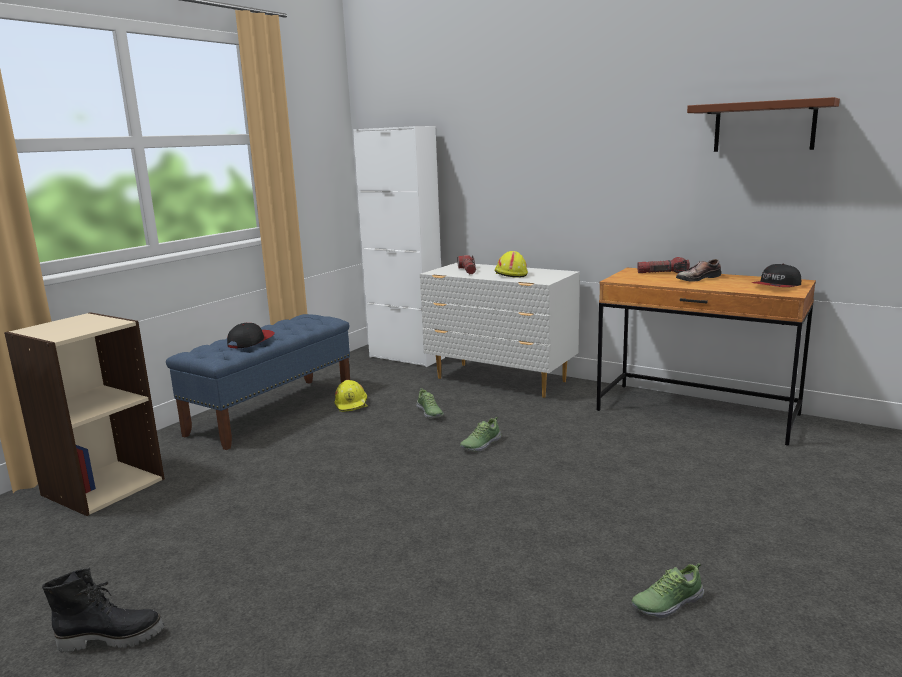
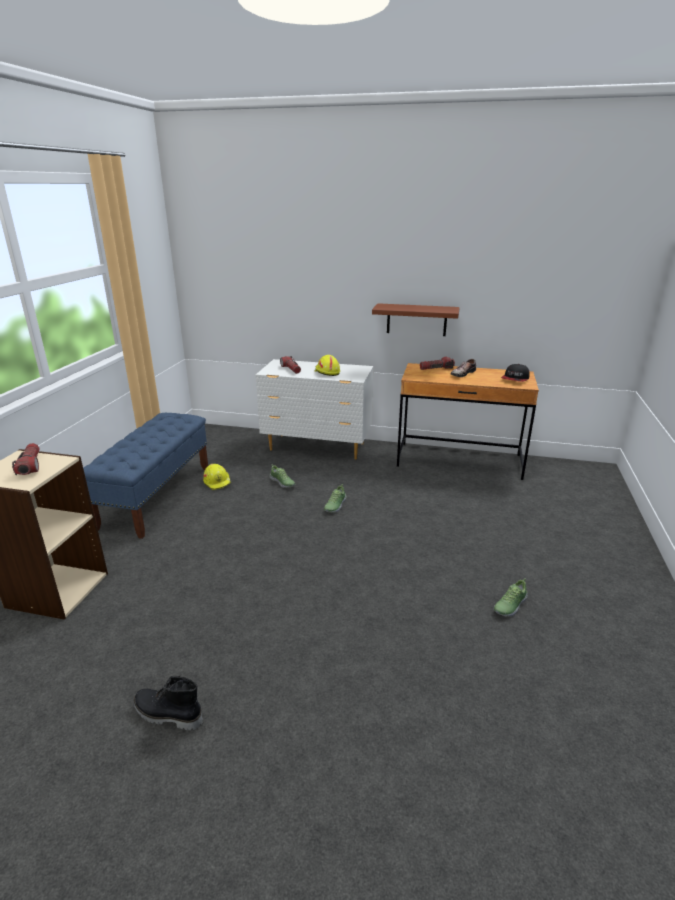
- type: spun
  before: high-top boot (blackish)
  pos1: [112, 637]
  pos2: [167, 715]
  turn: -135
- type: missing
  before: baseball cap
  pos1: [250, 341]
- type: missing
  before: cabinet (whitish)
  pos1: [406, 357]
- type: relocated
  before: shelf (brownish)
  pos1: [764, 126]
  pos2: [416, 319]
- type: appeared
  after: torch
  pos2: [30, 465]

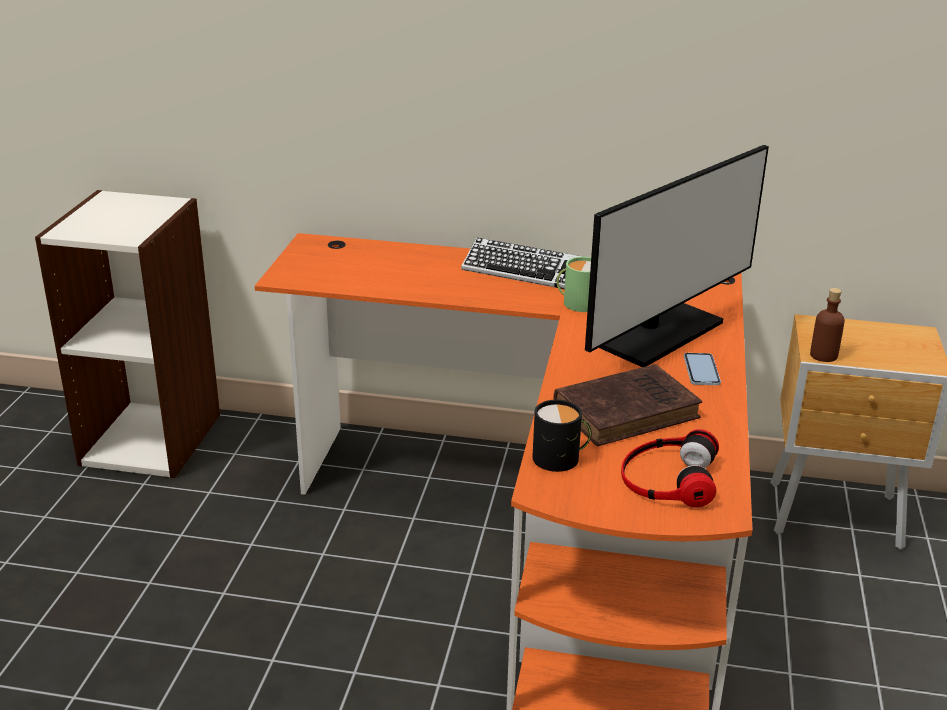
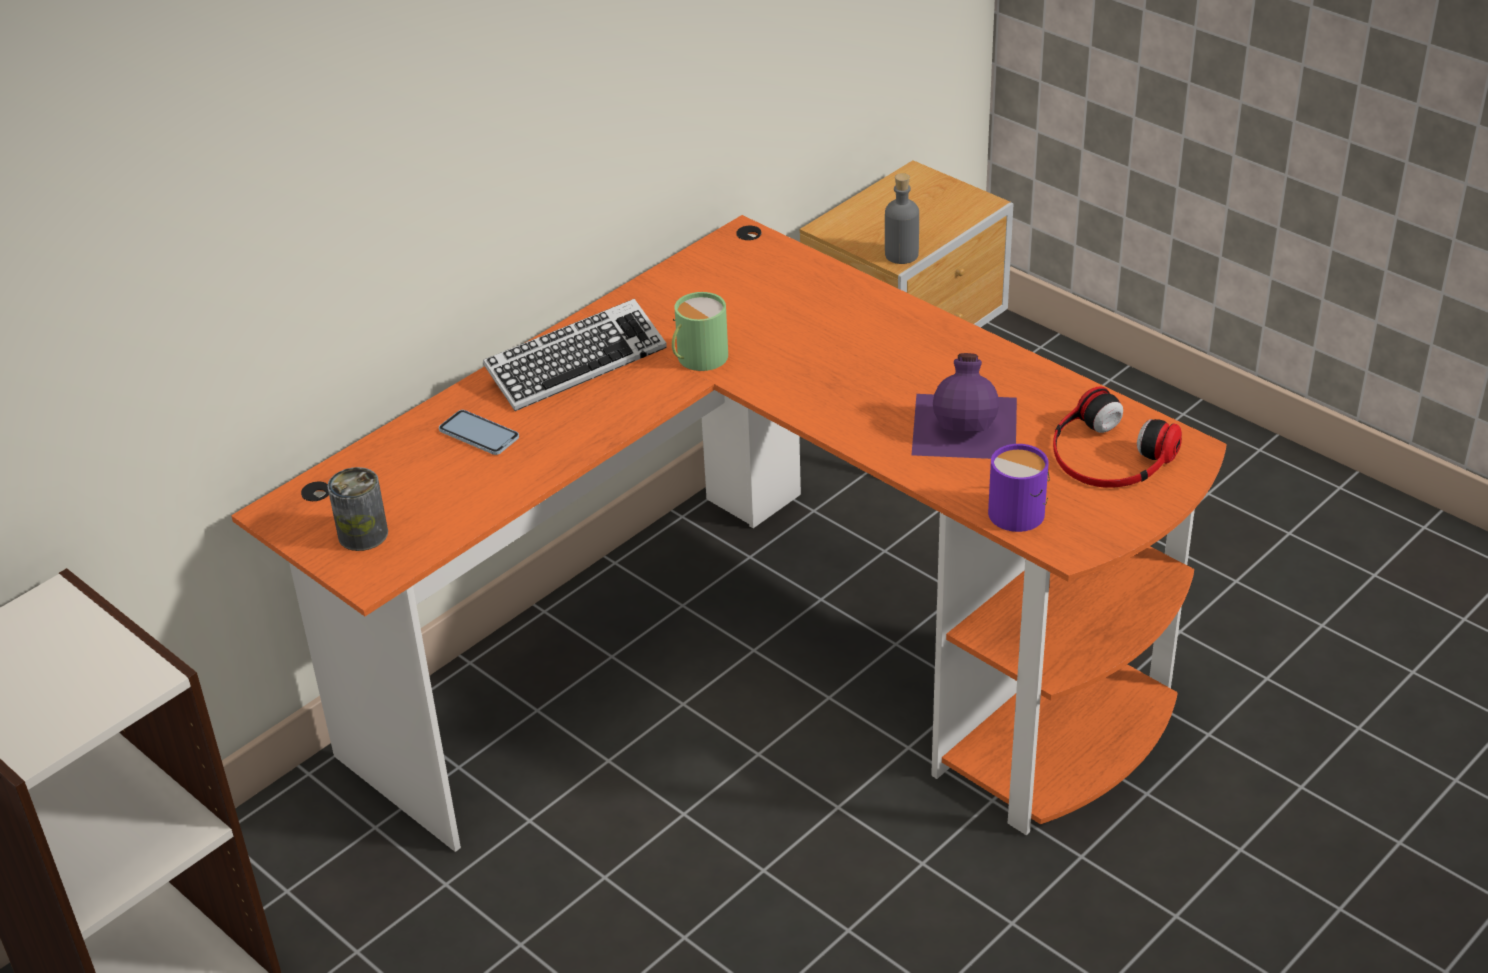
- type: colour
  before: mug (blackish)
  after: mug (purplish)
  pos1: [561, 458]
  pos2: [1020, 509]
- type: exchanged
  before: bound book (brownish)
  after: drink bottle (purplish)
  pos1: [629, 411]
  pos2: [966, 425]
- type: missing
  before: monitor
  pos1: [659, 334]
- type: relocated
  before: phone
  pos1: [701, 370]
  pos2: [479, 434]
- type: colour
  before: drink bottle (brownish)
  after: drink bottle (grey)
  pos1: [823, 355]
  pos2: [901, 255]
- type: appeared
  after: sealed can
  pos2: [363, 534]

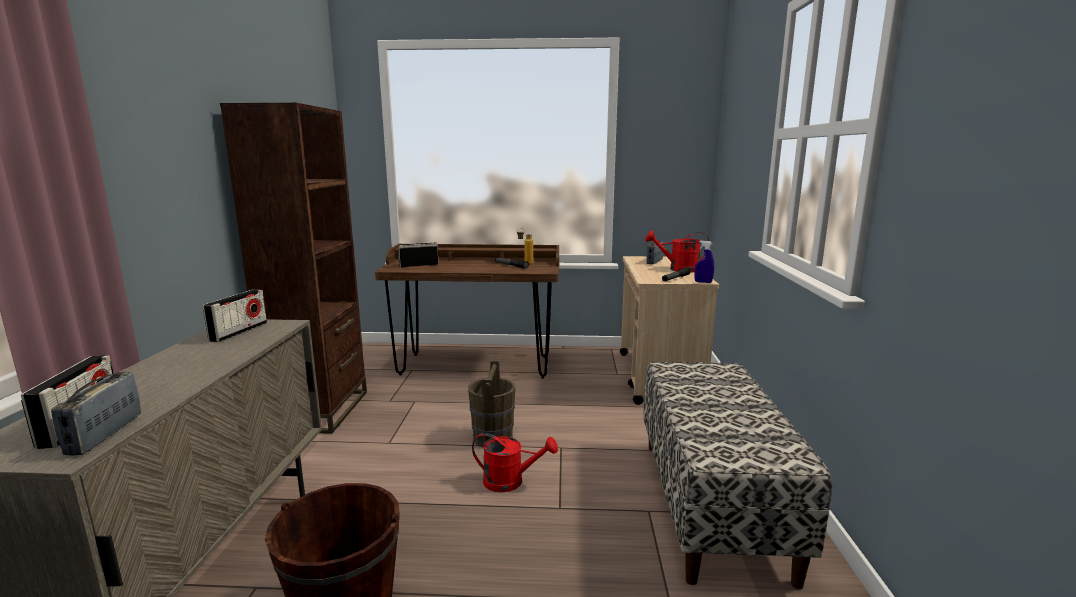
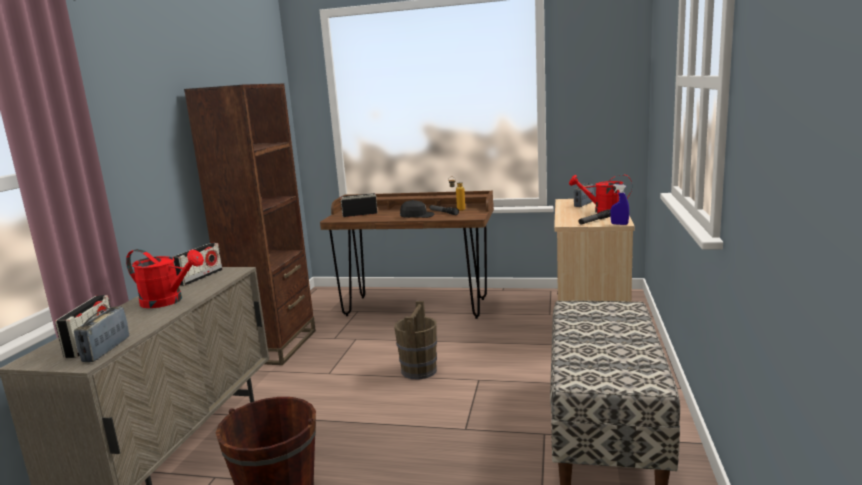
- type: relocated
  before: sprinkling can (red-coloured)
  pos1: [510, 481]
  pos2: [168, 301]
- type: appeared
  after: baseball cap (blackish)
  pos2: [417, 216]

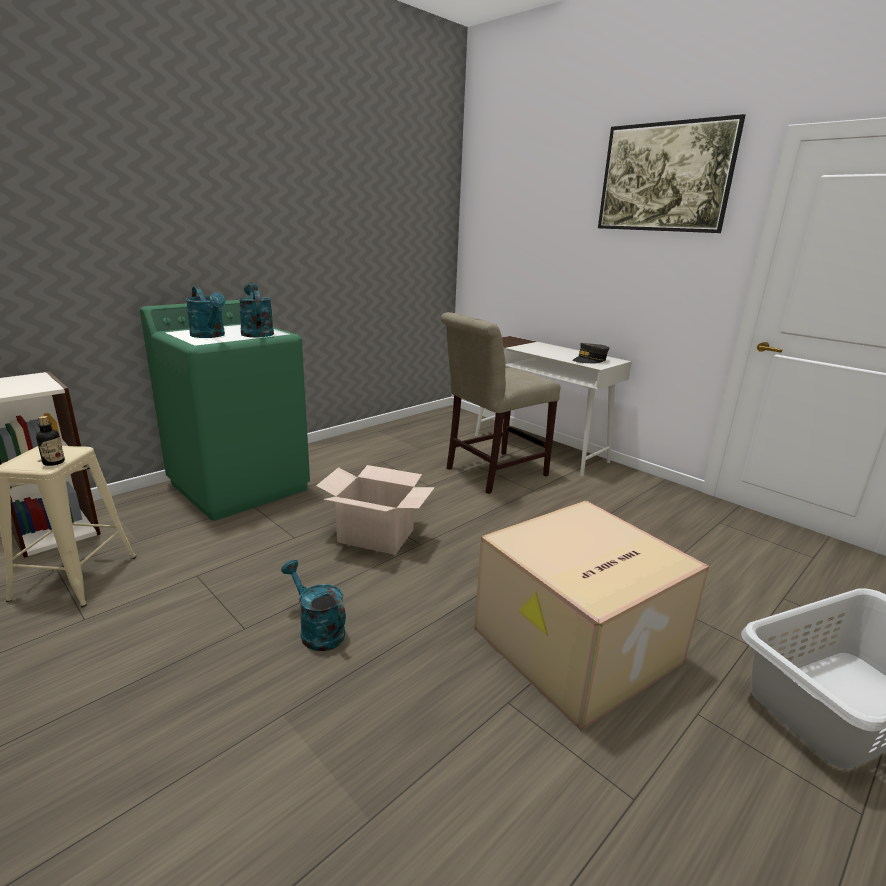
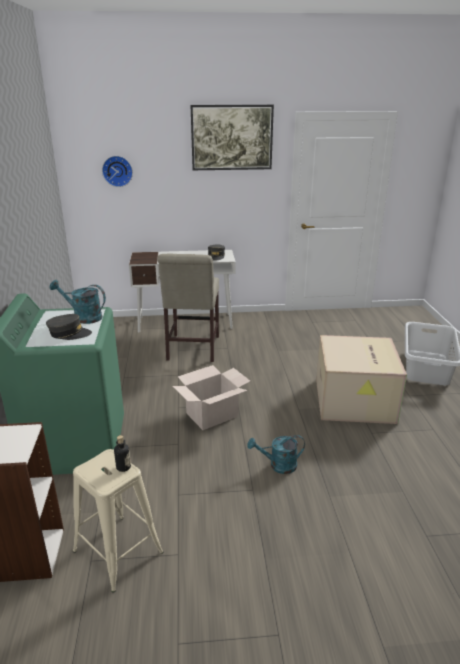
- type: exchanged
  before: sprinkling can (turquoise-coloured)
  after: baseball cap (grey)
  pos1: [210, 336]
  pos2: [69, 333]
- type: appeared
  after: clock on the wall
  pos2: [117, 171]

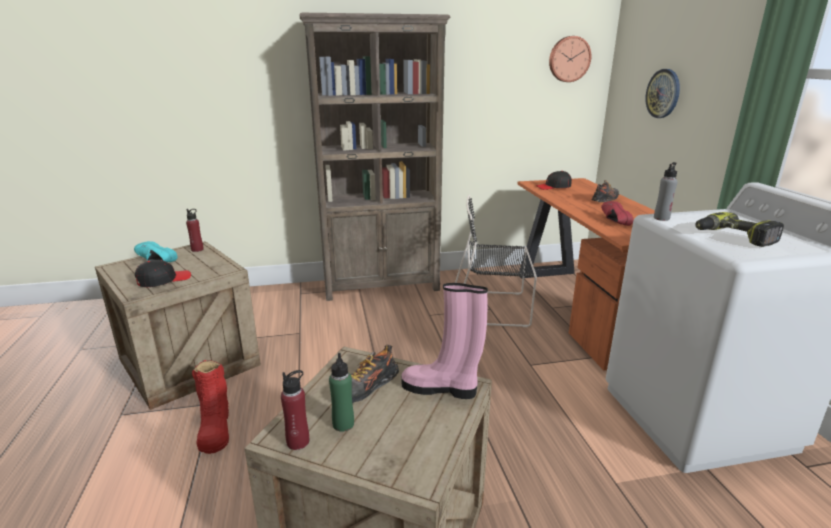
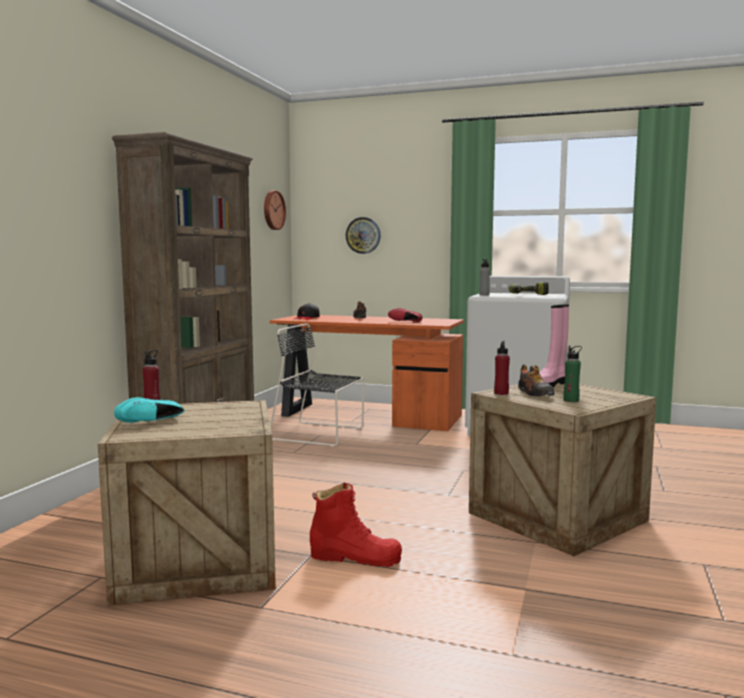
- type: missing
  before: baseball cap (blackish)
  pos1: [163, 280]
- type: relocated
  before: drink bottle (red-coloured)
  pos1: [298, 441]
  pos2: [501, 393]
- type: spun
  before: upright chair (blackish)
  pos1: [493, 308]
  pos2: [320, 434]
  turn: 75

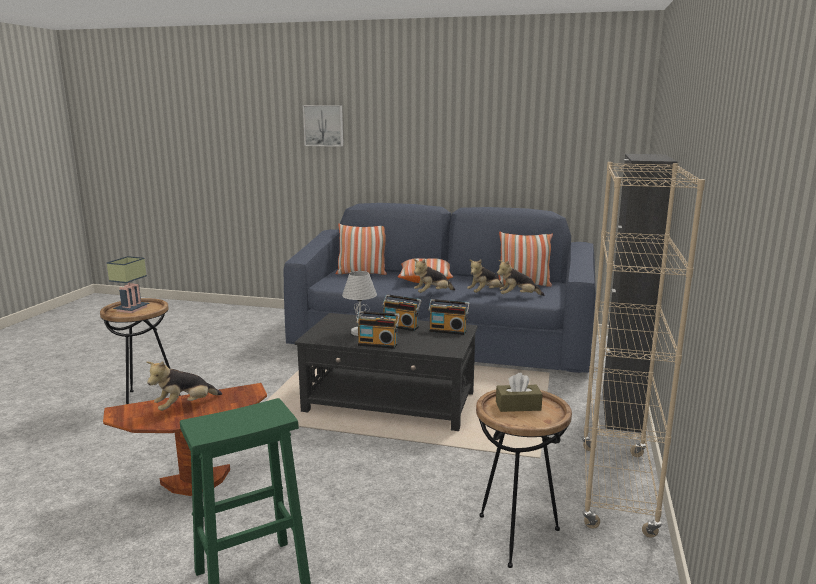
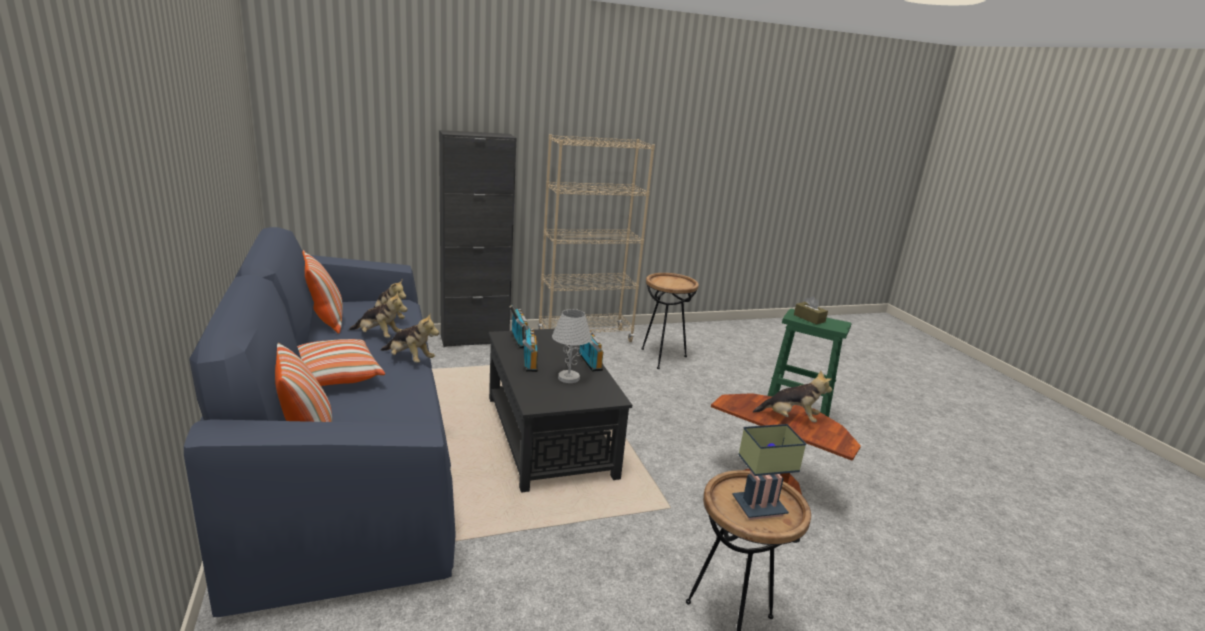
- type: missing
  before: wall picture
  pos1: [324, 125]
- type: relocated
  before: tissue box (brownish)
  pos1: [518, 406]
  pos2: [809, 318]

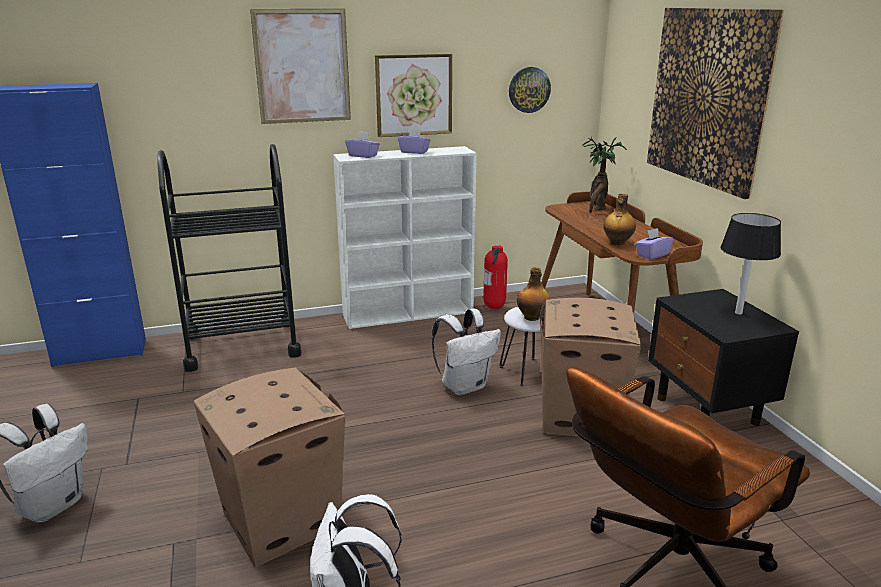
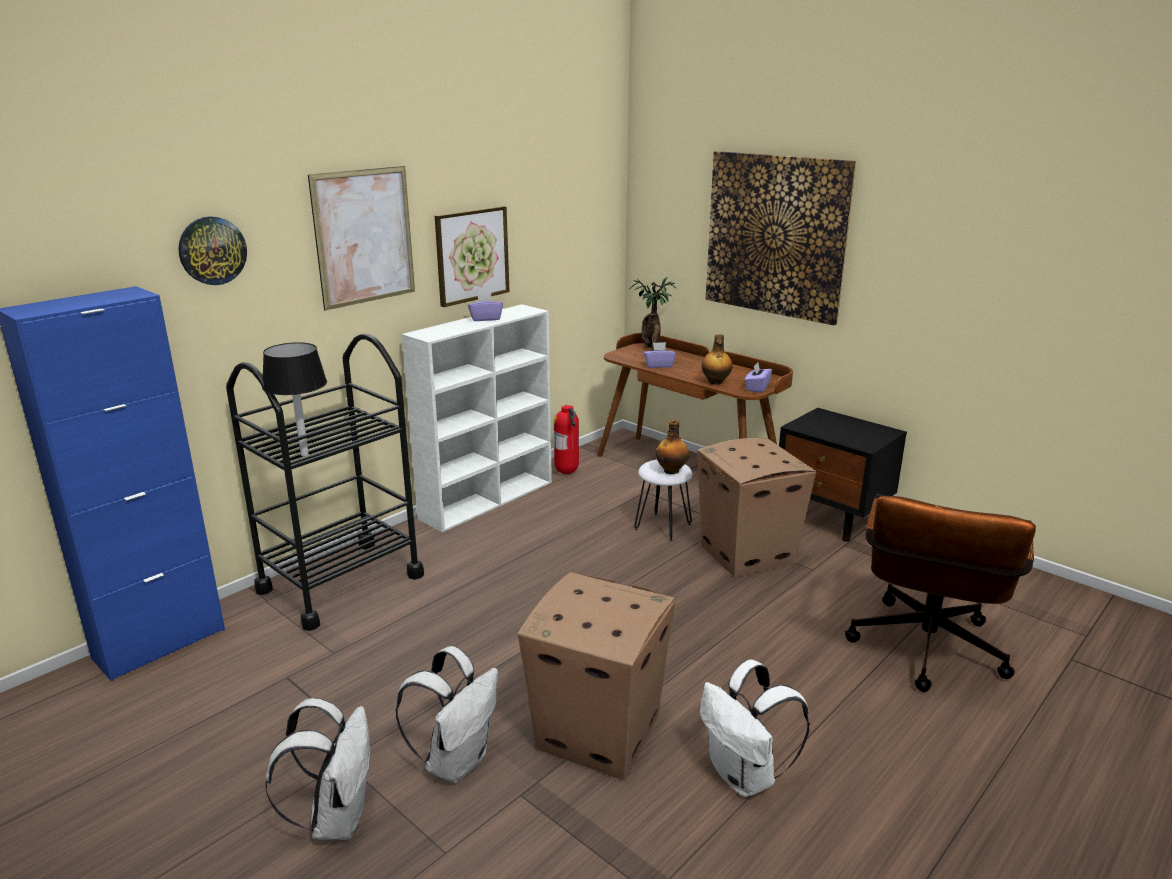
- type: relocated
  before: tissue box (purplish)
  pos1: [363, 155]
  pos2: [659, 365]
- type: relocated
  before: rucksack (whitish)
  pos1: [465, 386]
  pos2: [456, 761]
- type: relocated
  before: clock on the wall
  pos1: [529, 90]
  pos2: [212, 250]
- type: relocated
  before: table lamp (blackish)
  pos1: [738, 313]
  pos2: [304, 454]

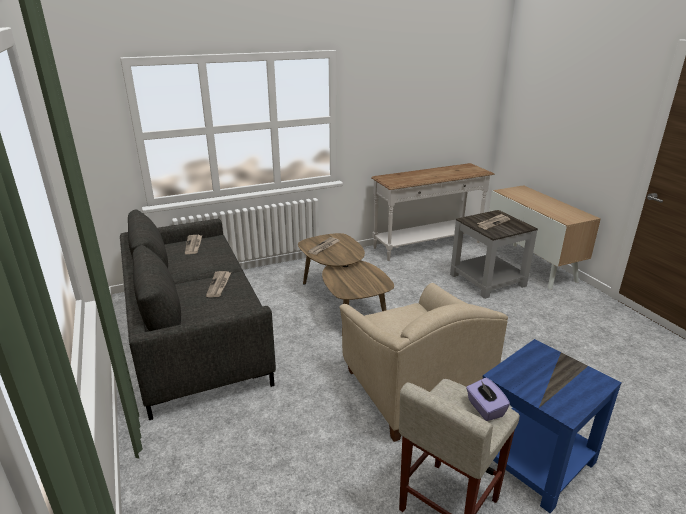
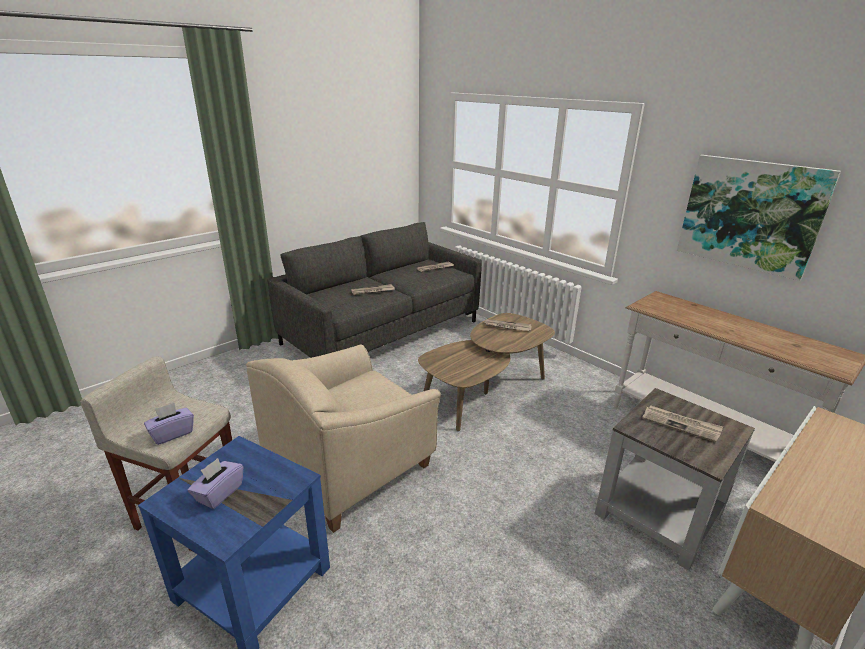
- type: appeared
  after: tissue box (purplish)
  pos2: [219, 493]
- type: appeared
  after: wall picture
  pos2: [750, 214]

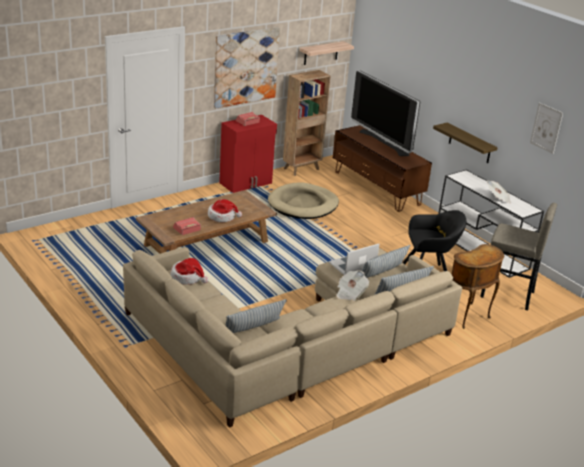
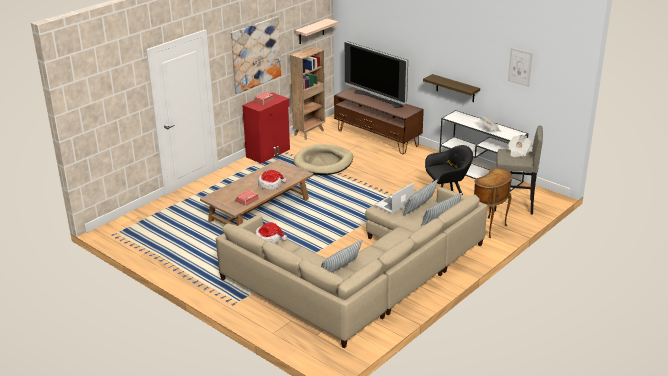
- type: relocated
  before: daily paper
  pos1: [350, 293]
  pos2: [518, 152]

